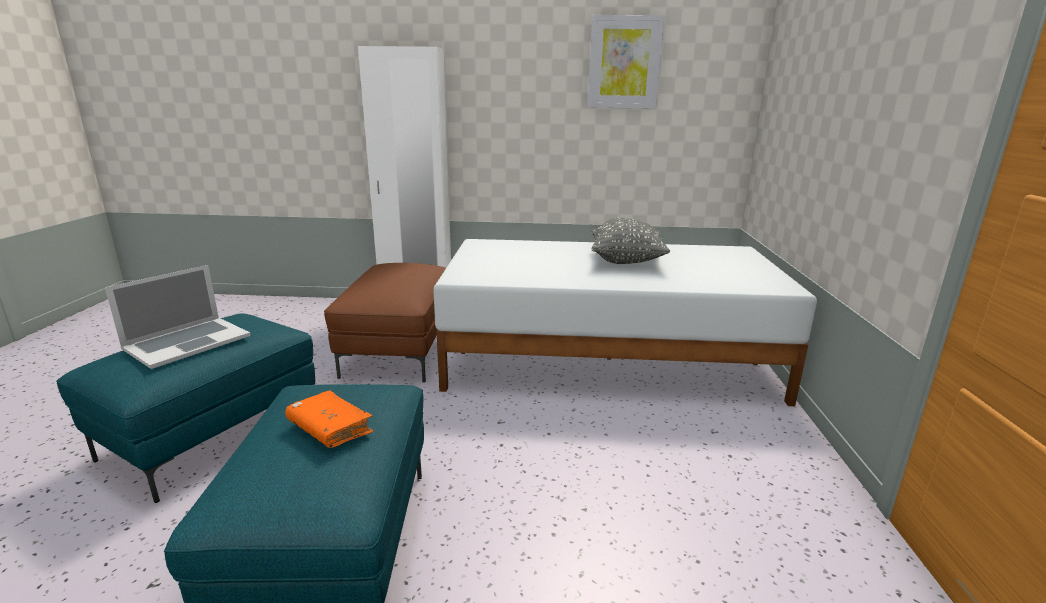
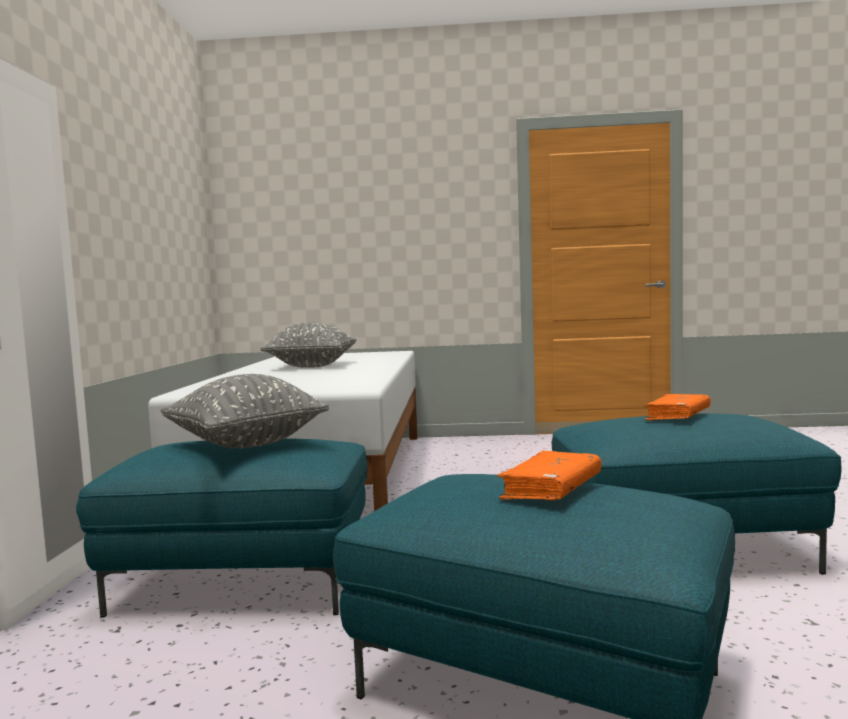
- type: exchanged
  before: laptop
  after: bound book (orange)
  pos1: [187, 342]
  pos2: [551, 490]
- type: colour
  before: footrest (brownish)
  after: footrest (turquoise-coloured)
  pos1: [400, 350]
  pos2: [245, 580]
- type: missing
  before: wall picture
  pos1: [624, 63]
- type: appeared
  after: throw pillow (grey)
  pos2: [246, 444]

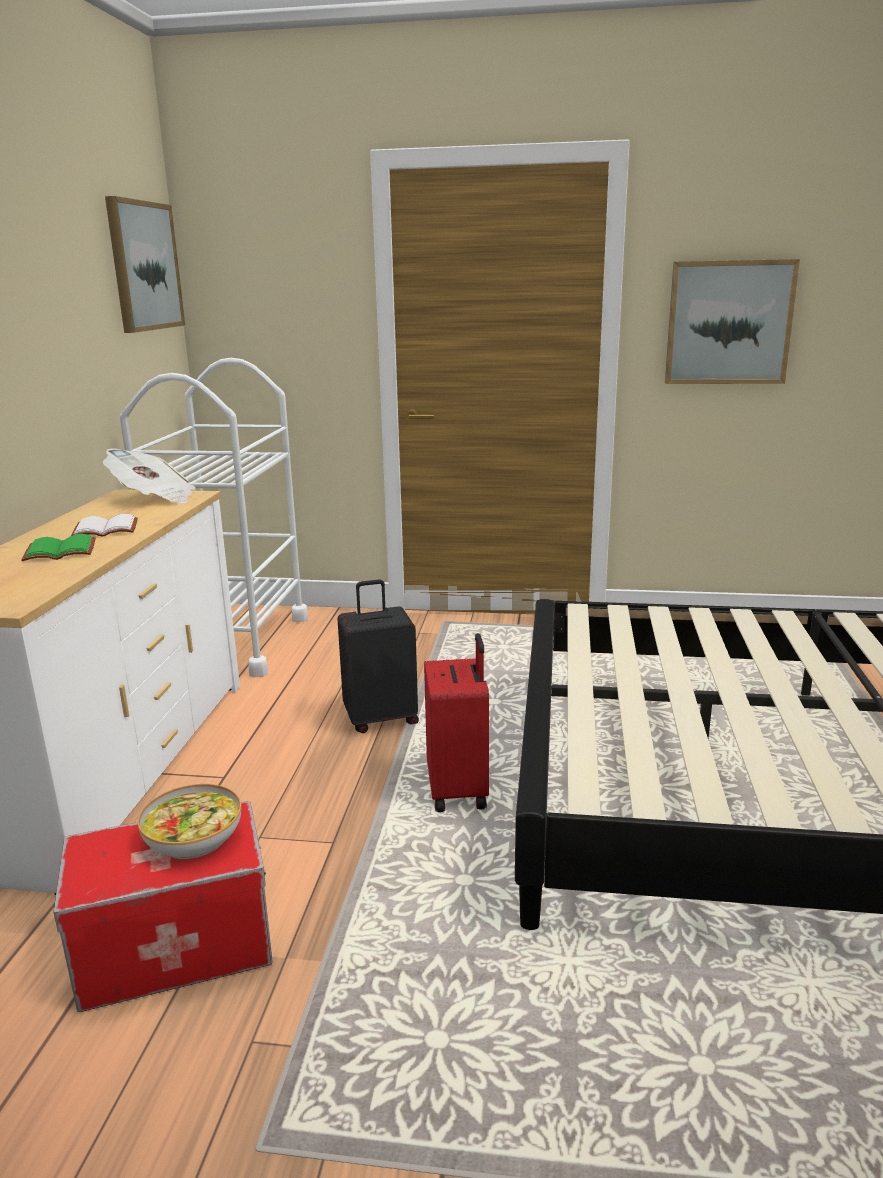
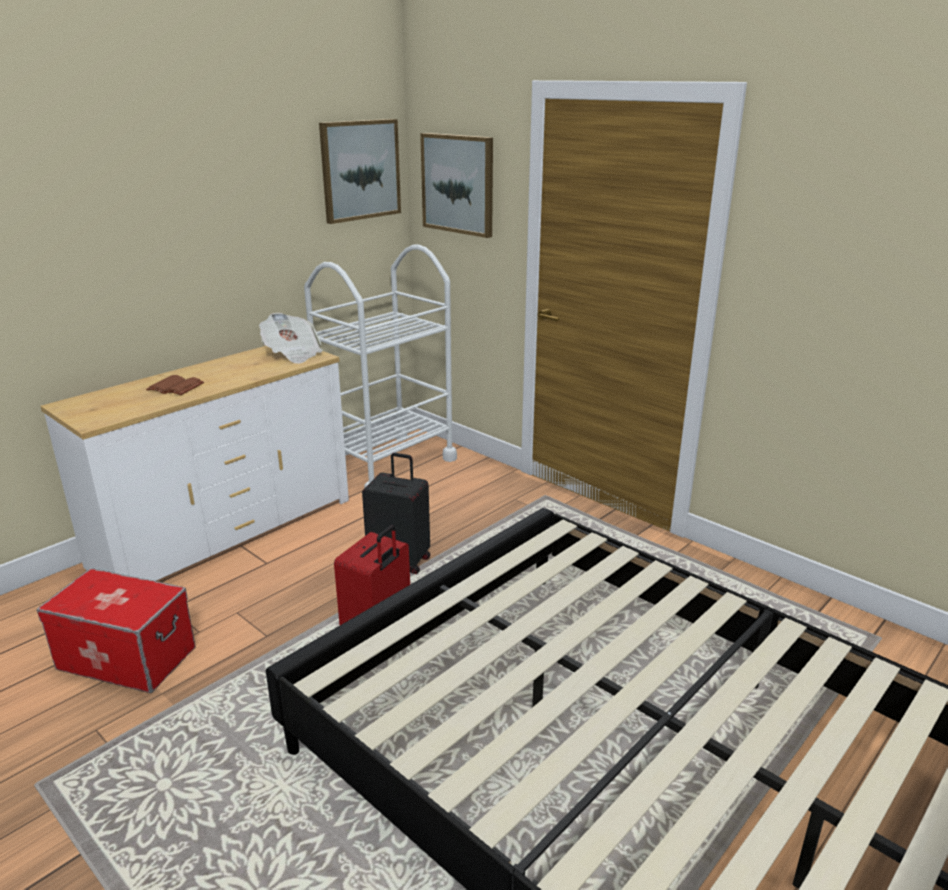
- type: colour
  before: bound book (green-coloured)
  after: bound book (brownish)
  pos1: [62, 551]
  pos2: [177, 387]
- type: missing
  before: bound book (whitish)
  pos1: [104, 530]
- type: missing
  before: bowl
  pos1: [193, 838]
- type: relocated
  before: wall picture
  pos1: [728, 323]
  pos2: [458, 184]

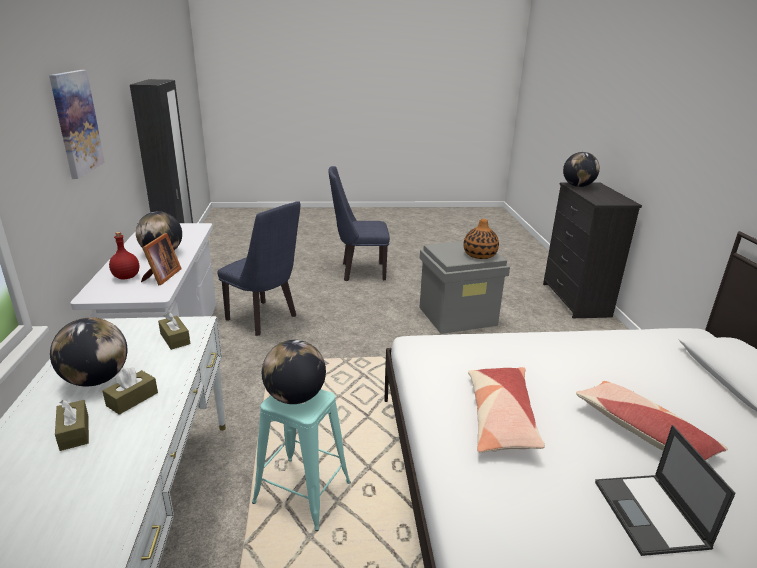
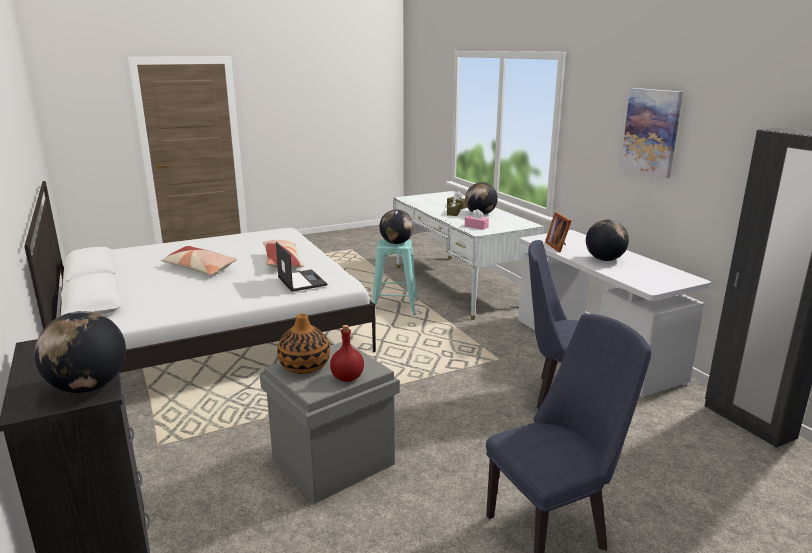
- type: relocated
  before: drink bottle (red-coloured)
  pos1: [126, 277]
  pos2: [347, 378]
- type: colour
  before: tissue box (brownish)
  after: tissue box (pink-coloured)
  pos1: [175, 339]
  pos2: [476, 226]
- type: relocated
  before: laptop
  pos1: [651, 515]
  pos2: [301, 281]

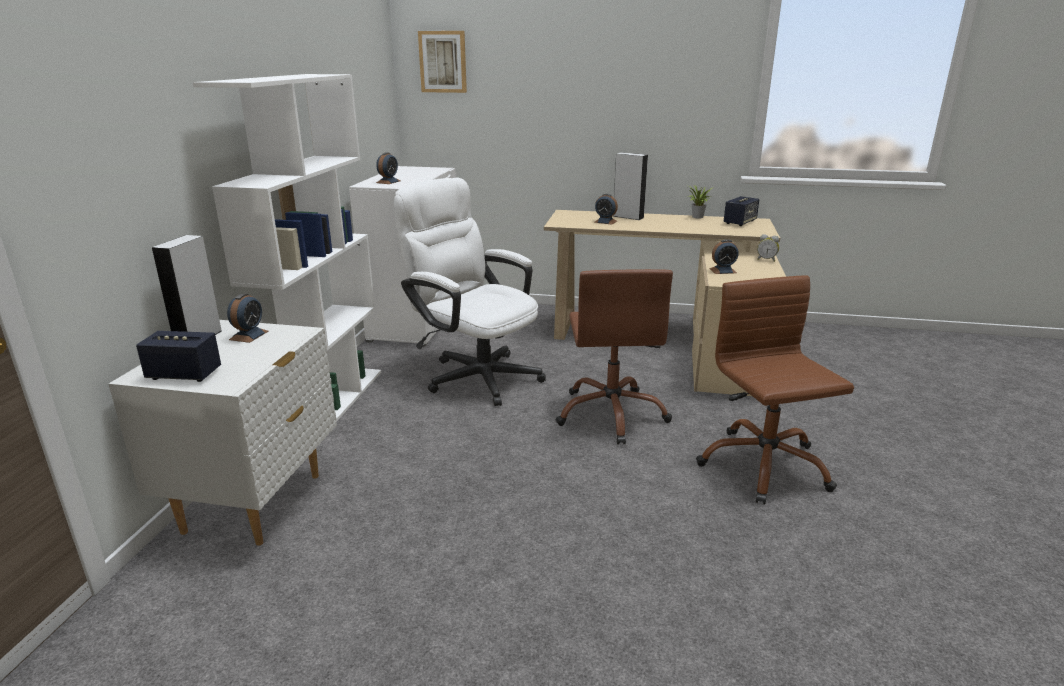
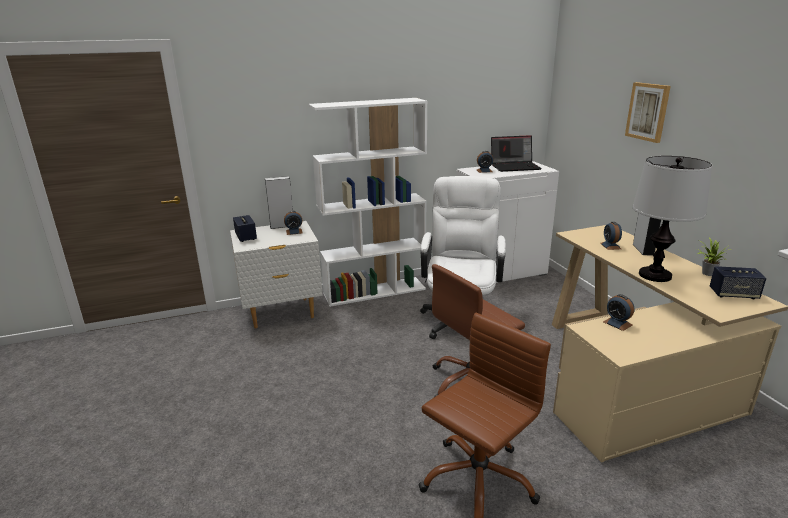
- type: relocated
  before: wall picture
  pos1: [443, 62]
  pos2: [648, 112]
- type: missing
  before: alarm clock
  pos1: [766, 260]
- type: appeared
  after: laptop
  pos2: [515, 166]
- type: appeared
  after: table lamp
  pos2: [655, 275]

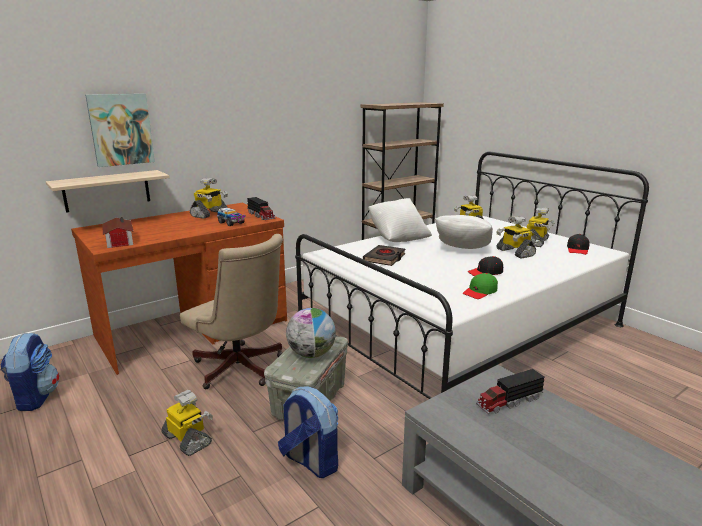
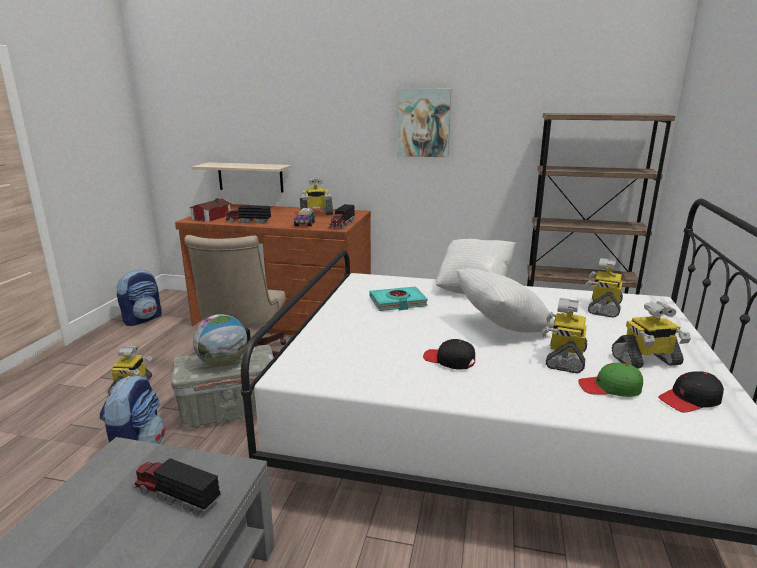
- type: relocated
  before: wall picture
  pos1: [121, 129]
  pos2: [423, 123]
- type: colour
  before: bound book (blackish)
  after: bound book (turquoise-coloured)
  pos1: [384, 258]
  pos2: [398, 302]
- type: relocated
  before: baseball cap (green-coloured)
  pos1: [480, 292]
  pos2: [610, 388]
- type: appeared
  after: toy lorry
  pos2: [248, 221]

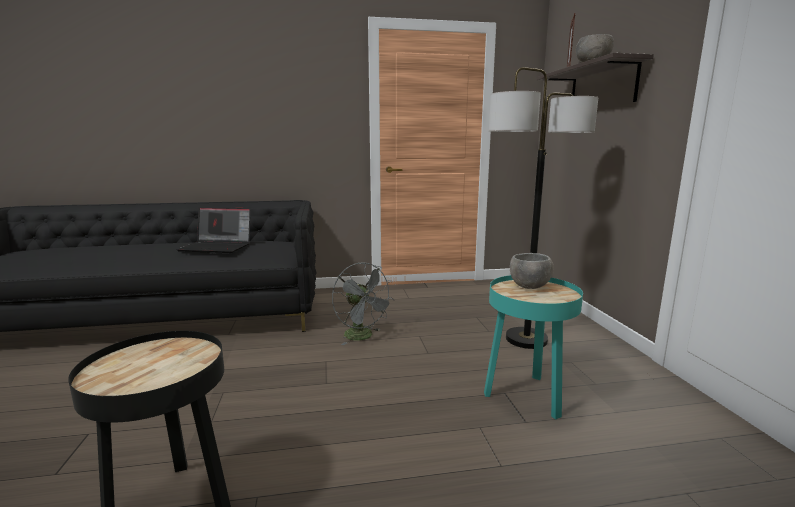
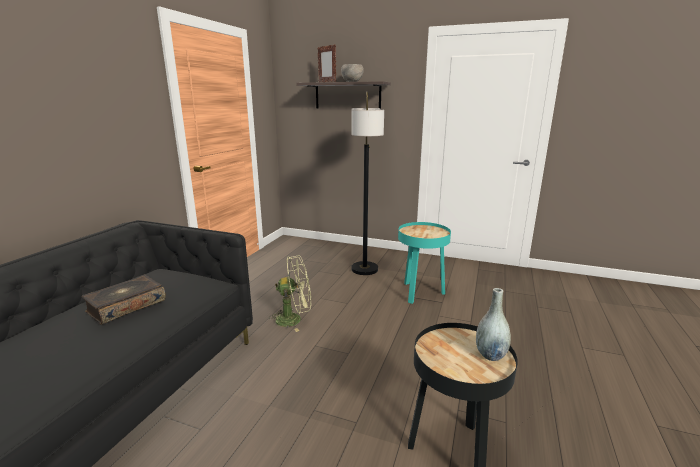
- type: exchanged
  before: laptop
  after: bound book
  pos1: [218, 247]
  pos2: [126, 306]
- type: colour
  before: fan (grey)
  after: fan (green-coloured)
  pos1: [363, 337]
  pos2: [294, 319]
- type: missing
  before: bowl (grey)
  pos1: [529, 287]
- type: appeared
  after: flower vase (grey)
  pos2: [490, 355]

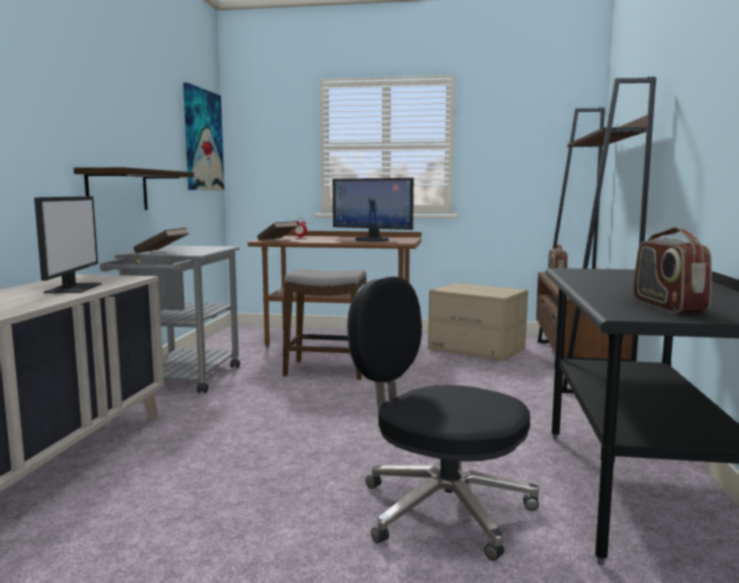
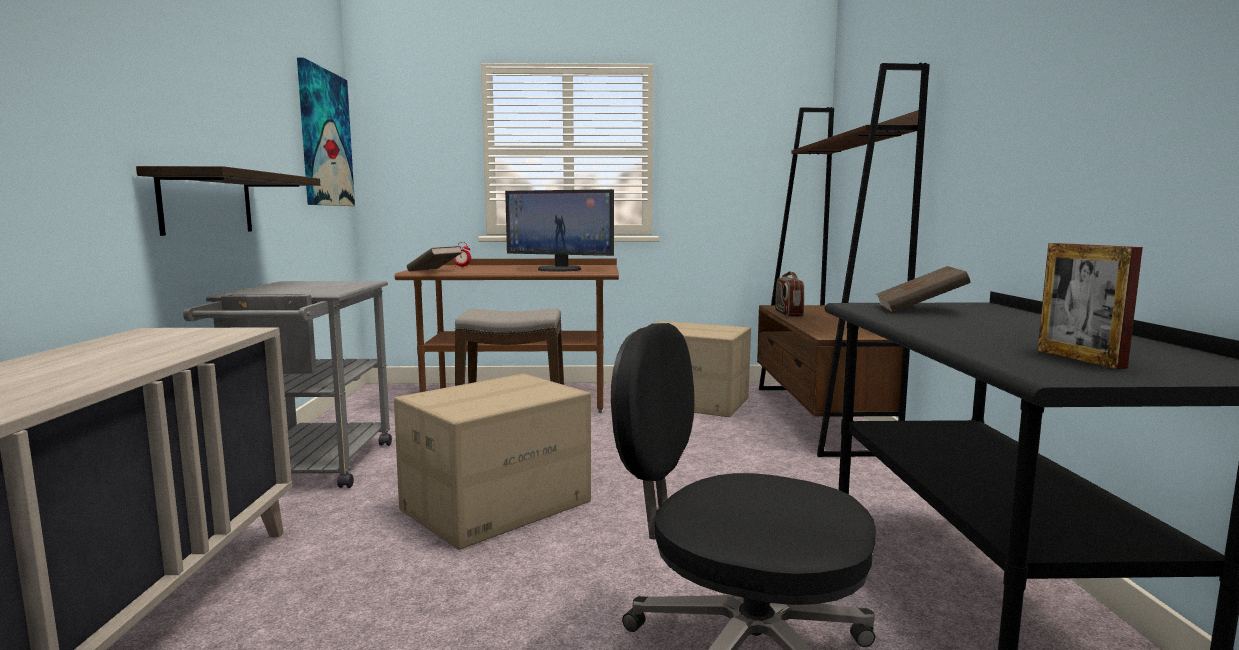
- type: missing
  before: monitor
  pos1: [72, 288]
- type: relocated
  before: bound book (brownish)
  pos1: [162, 252]
  pos2: [919, 309]
- type: exchanged
  before: radio set
  after: picture frame
  pos1: [667, 307]
  pos2: [1079, 359]
- type: appeared
  after: packing box
  pos2: [496, 505]

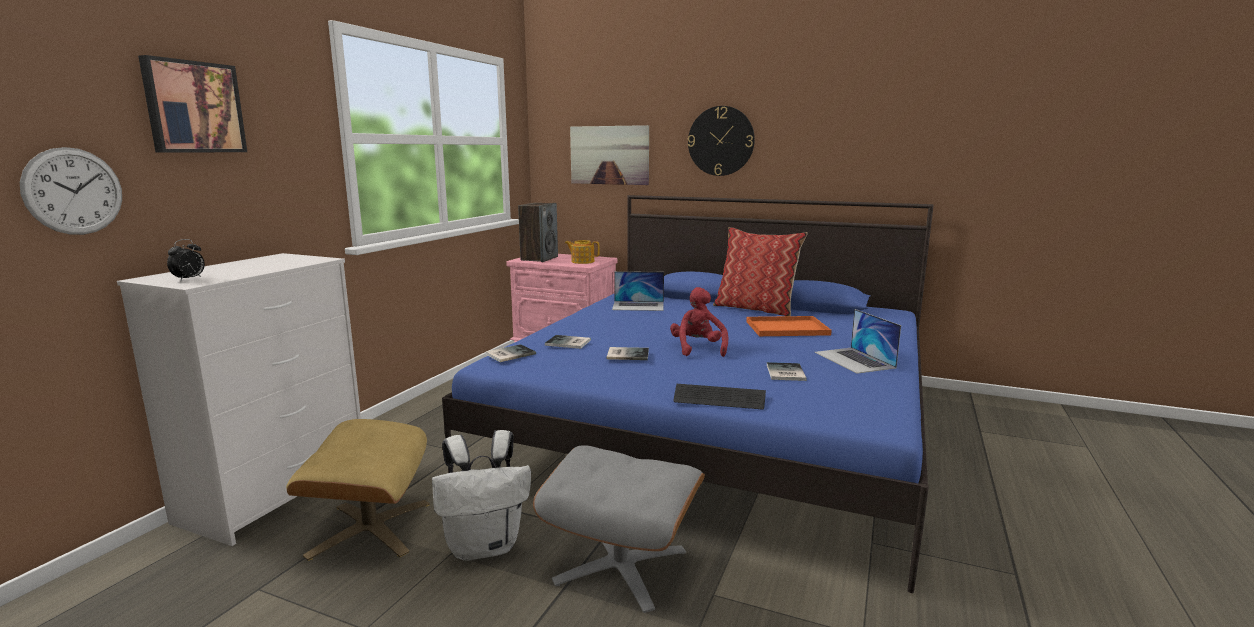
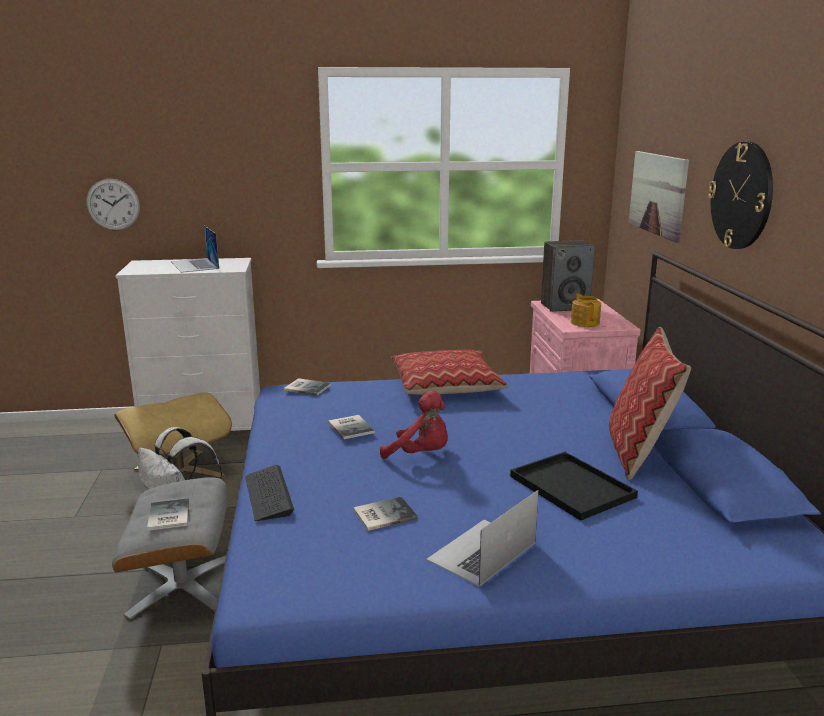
- type: missing
  before: wall picture
  pos1: [193, 107]
- type: missing
  before: alarm clock
  pos1: [189, 279]
- type: relocated
  before: bound book
  pos1: [568, 343]
  pos2: [167, 516]
- type: relocated
  before: laptop
  pos1: [638, 306]
  pos2: [195, 265]
- type: spun
  before: cuddly toy (red-coloured)
  pos1: [698, 349]
  pos2: [420, 455]
  turn: 60
- type: colour
  before: serving tray (orange)
  after: serving tray (blackish)
  pos1: [785, 328]
  pos2: [569, 486]
- type: appeared
  after: throw pillow
  pos2: [446, 385]

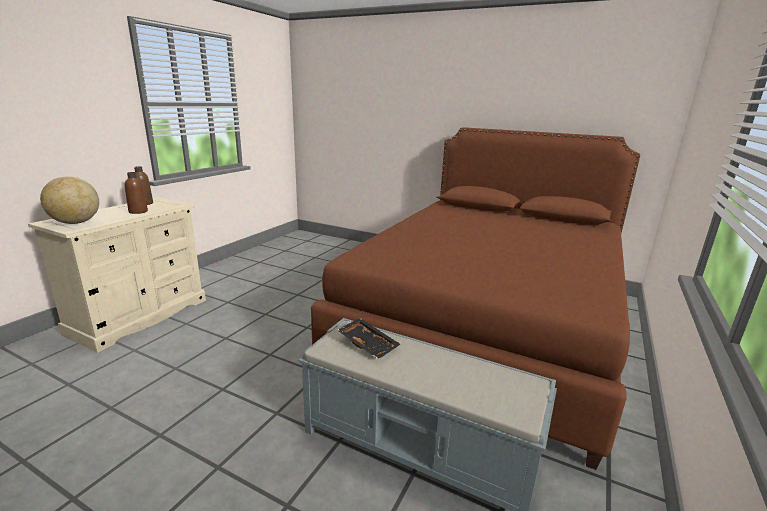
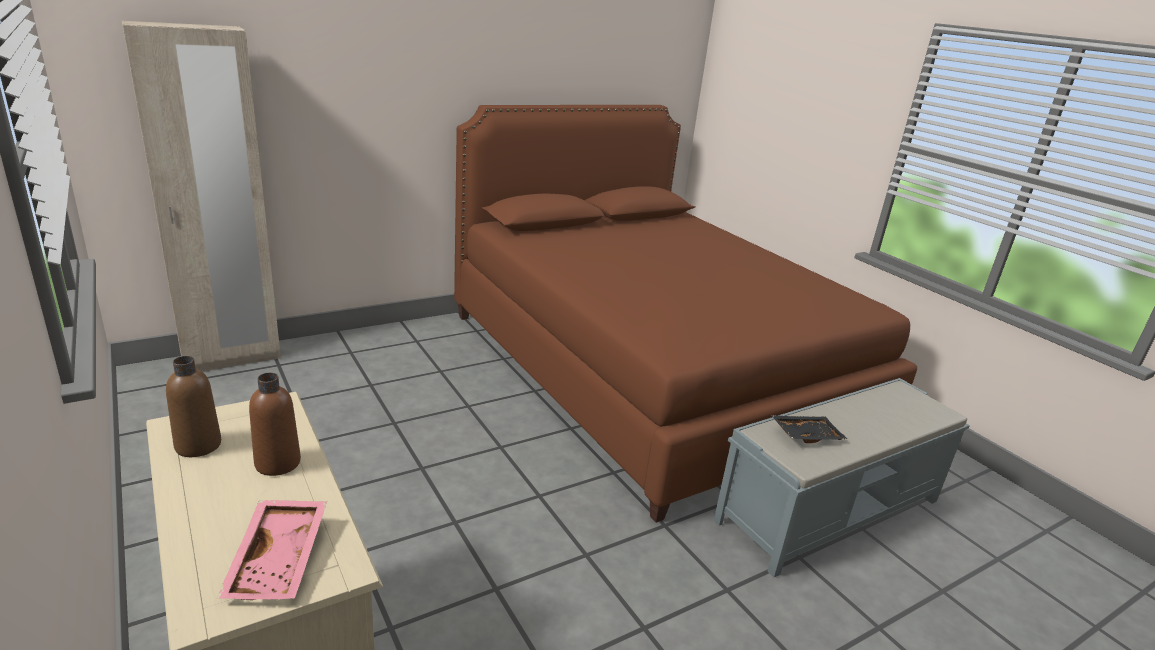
- type: exchanged
  before: world globe
  after: serving tray (pink-coloured)
  pos1: [76, 223]
  pos2: [280, 560]
- type: appeared
  after: wardrobe (beige-coloured)
  pos2: [231, 359]

